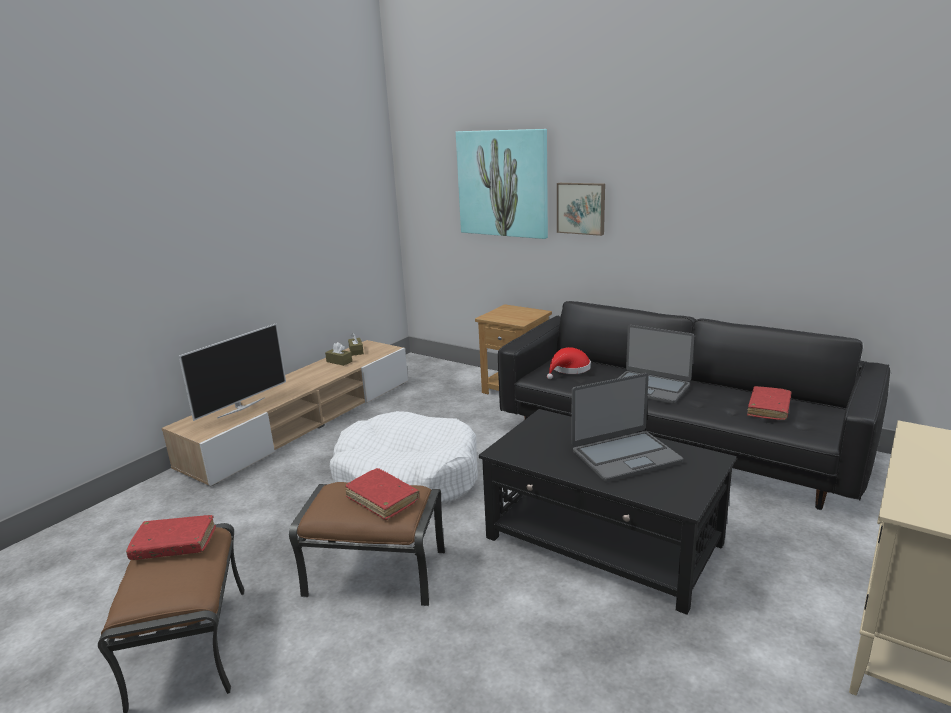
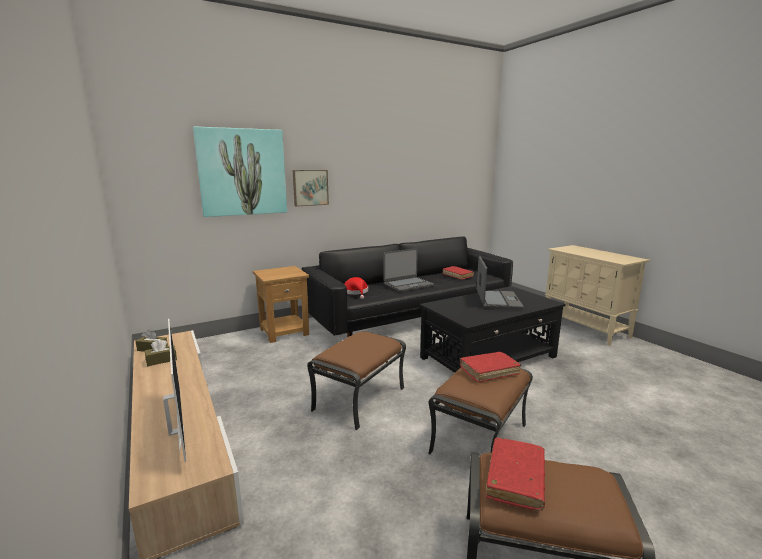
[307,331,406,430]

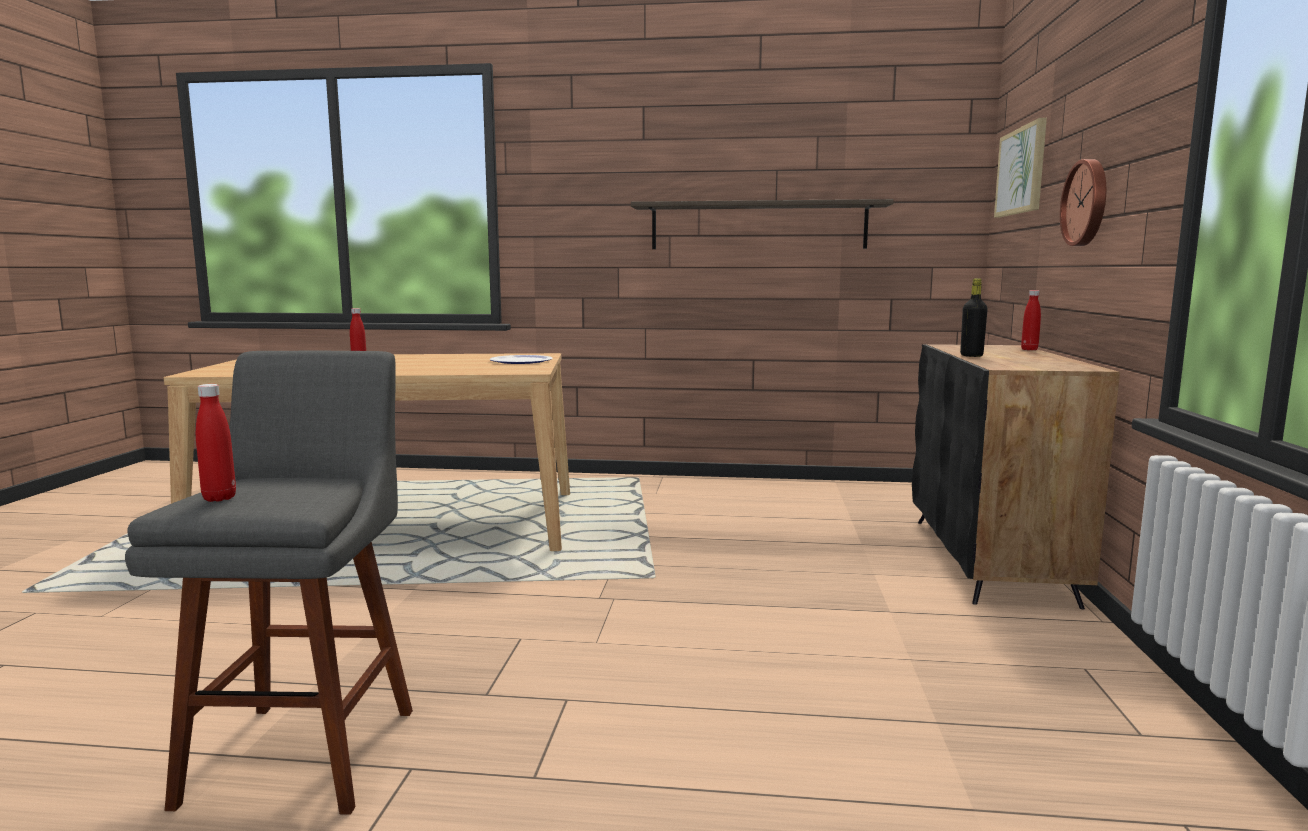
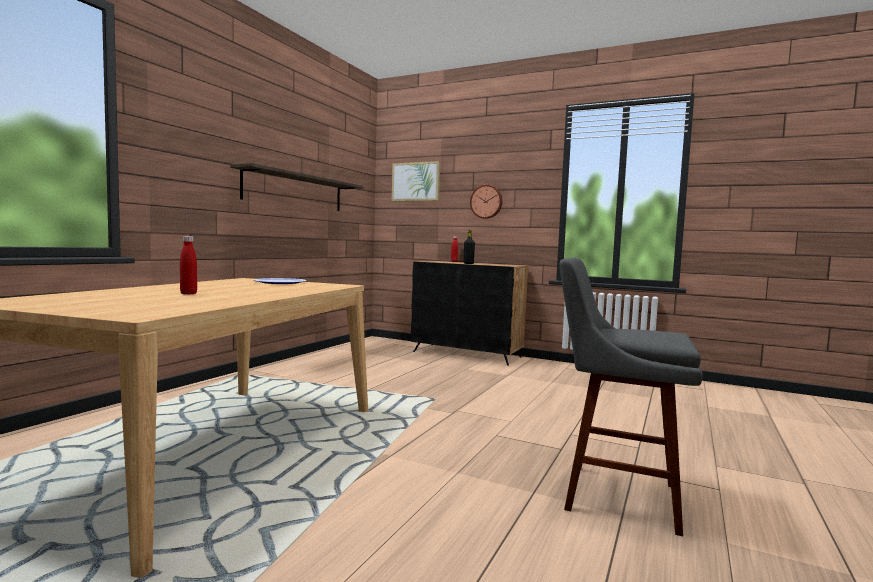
[196,384,236,502] (first image)

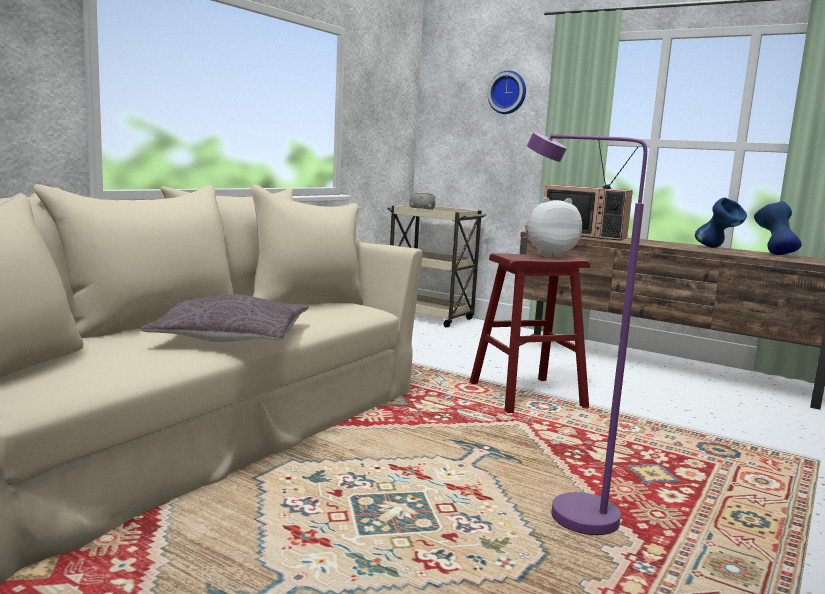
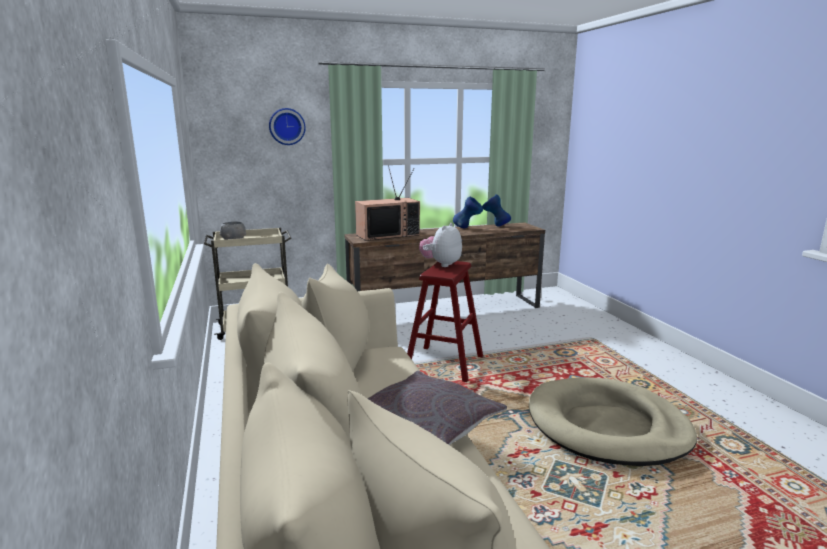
[529,377,697,466]

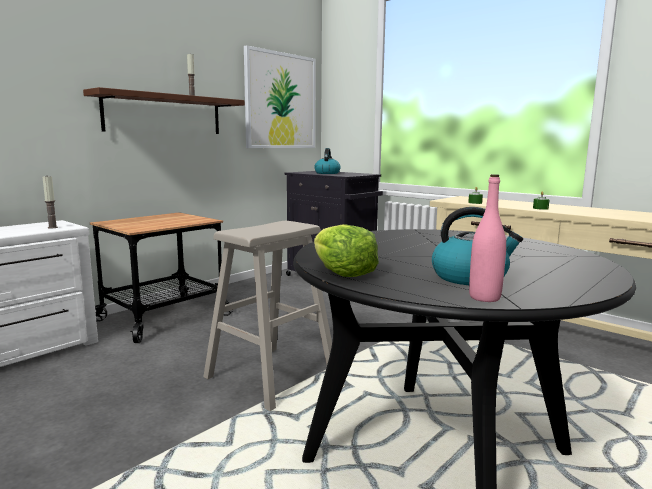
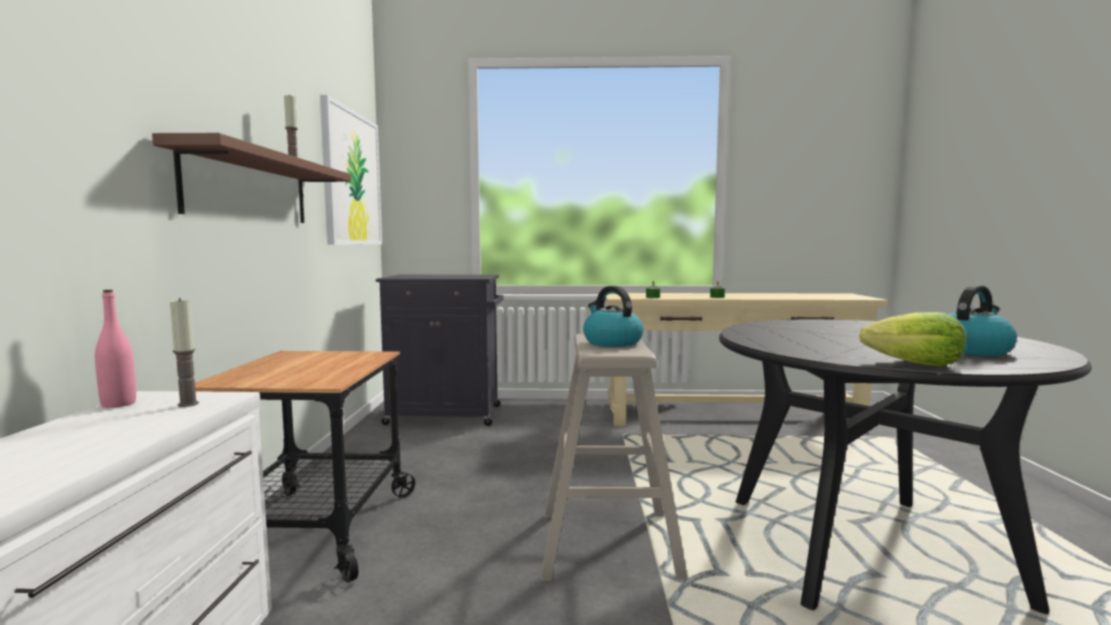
[583,286,644,347]
[95,290,136,408]

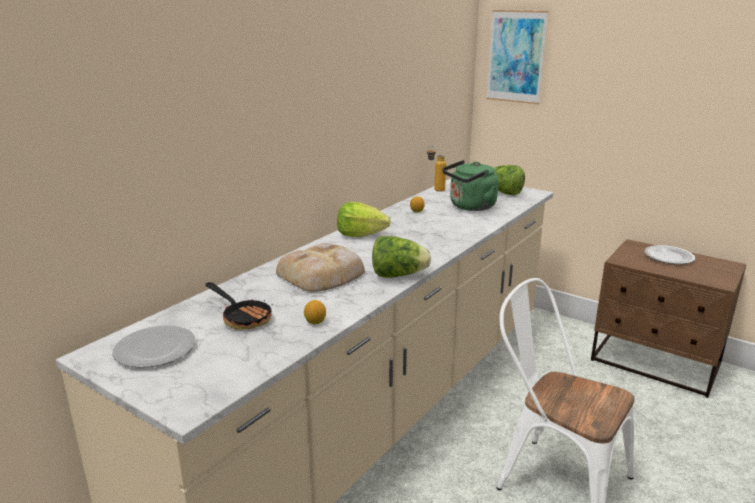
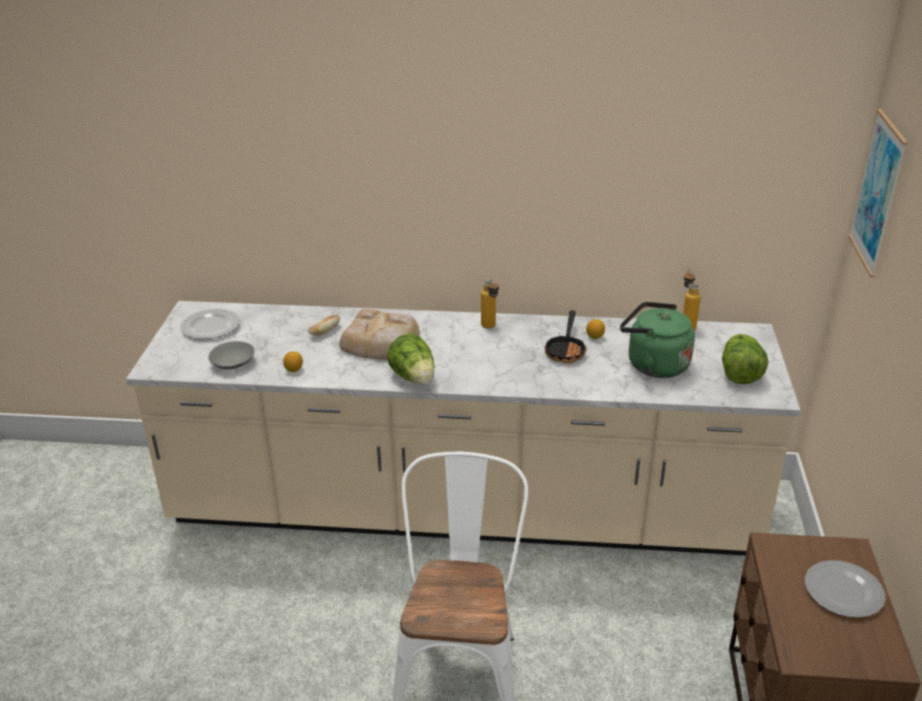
[208,341,255,369]
[308,315,340,336]
[545,310,587,364]
[481,279,499,328]

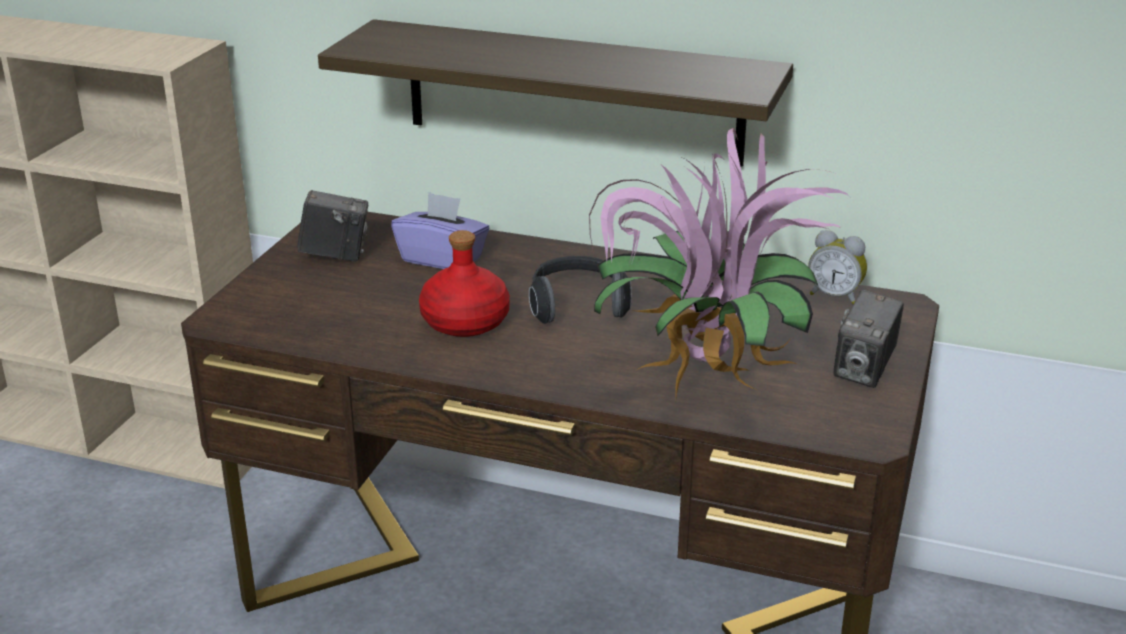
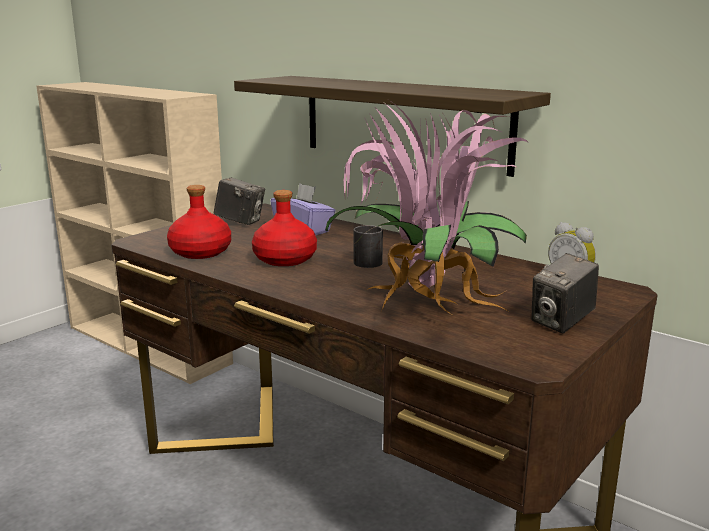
[167,185,231,259]
[354,225,383,268]

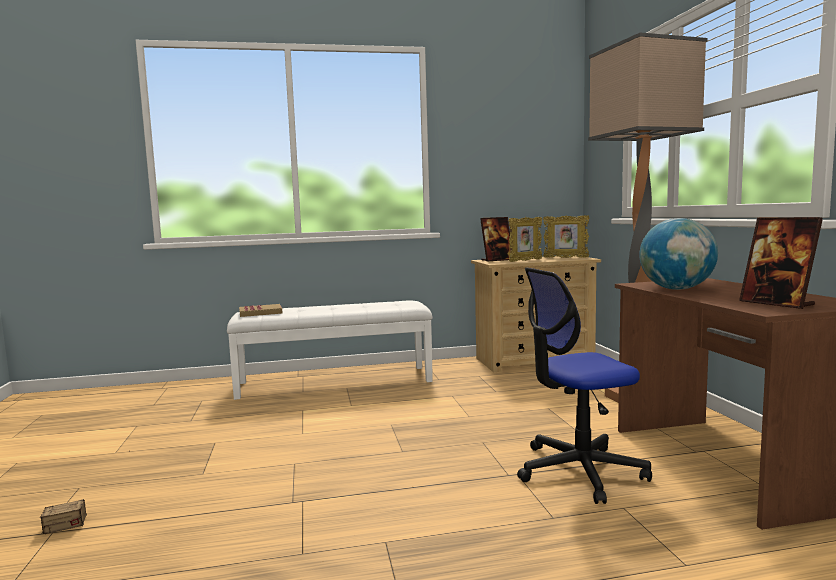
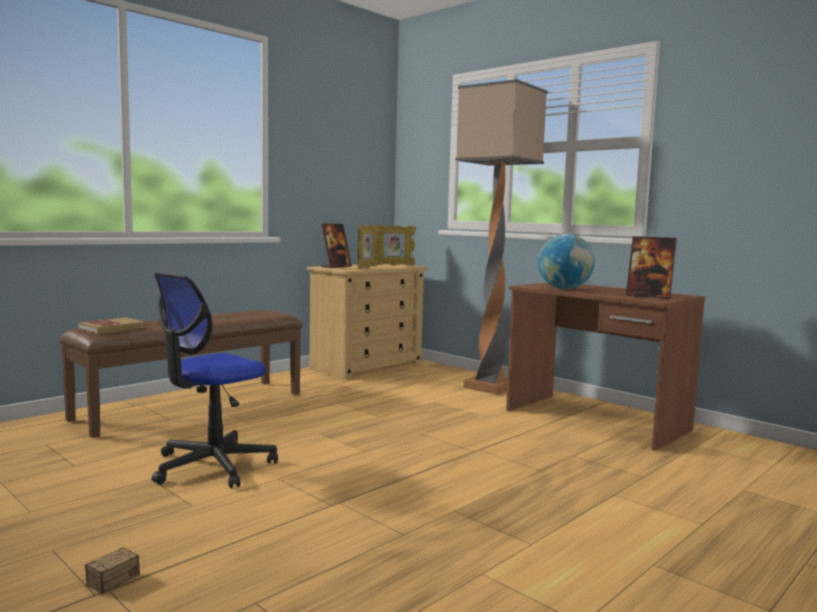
[152,271,278,488]
[59,310,303,438]

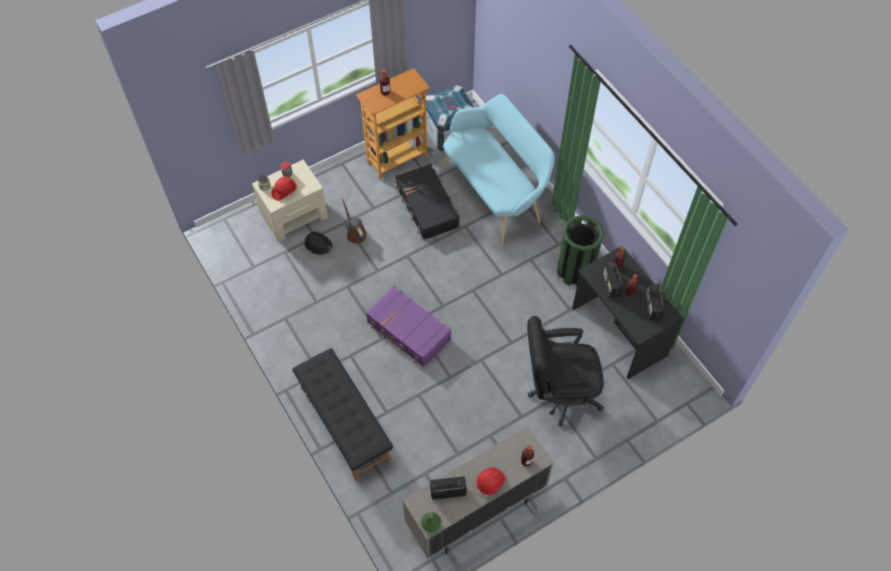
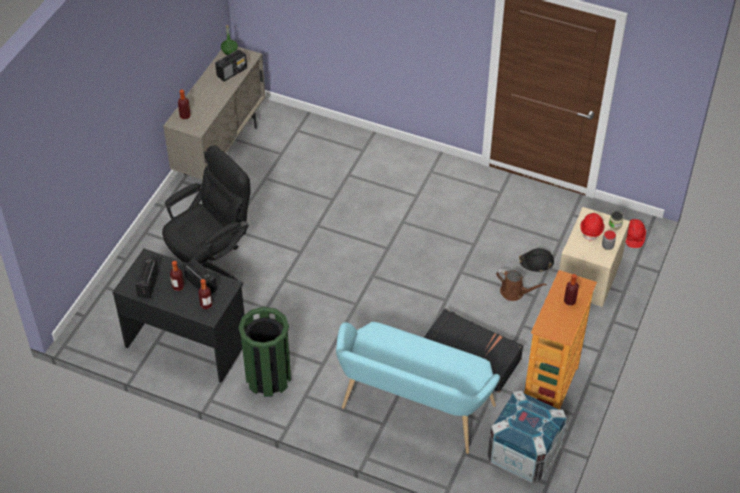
[292,348,393,481] (first image)
[366,286,451,367] (first image)
[626,219,646,248]
[135,258,159,299]

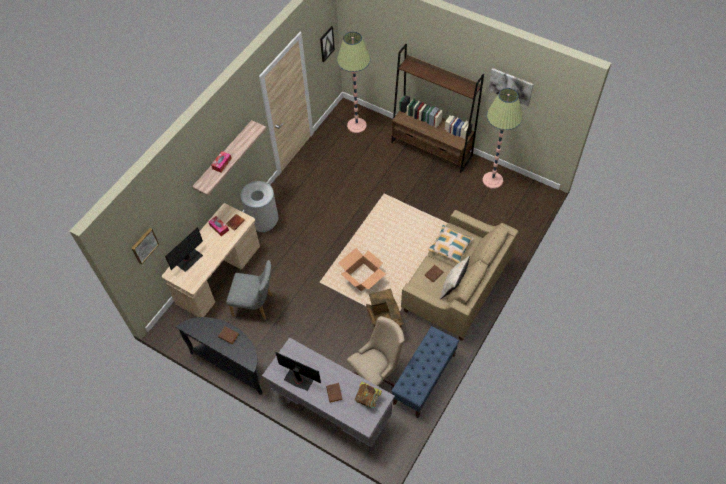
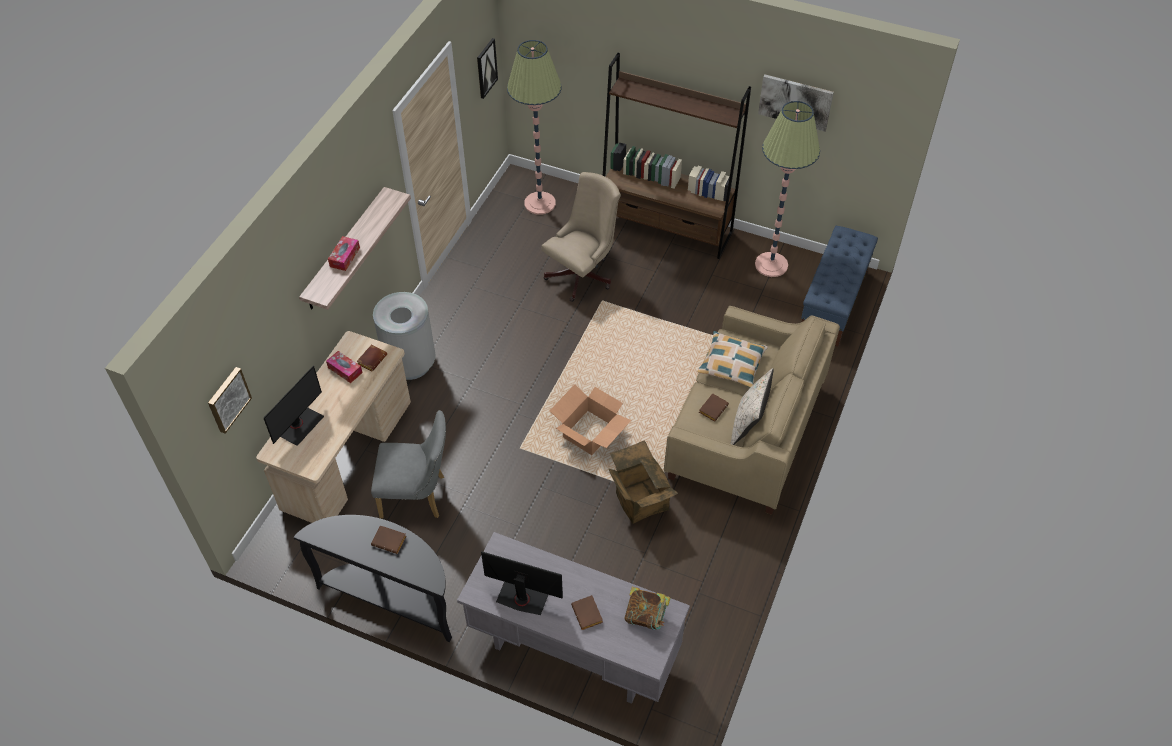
[542,172,621,302]
[801,226,878,347]

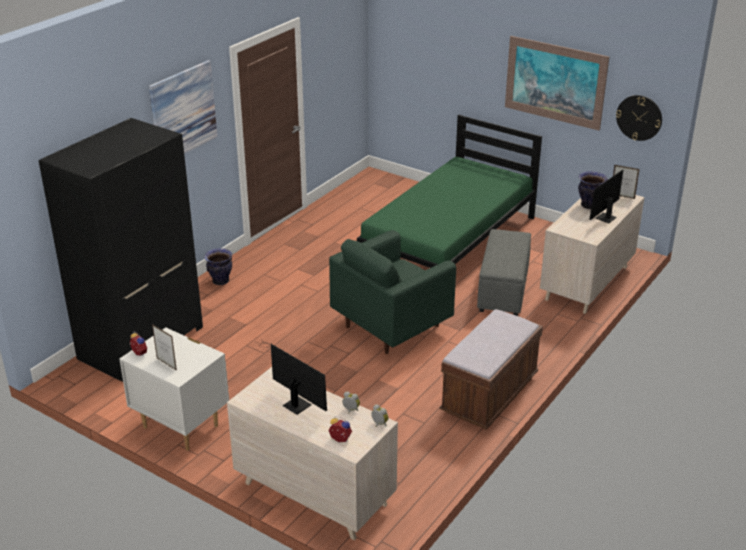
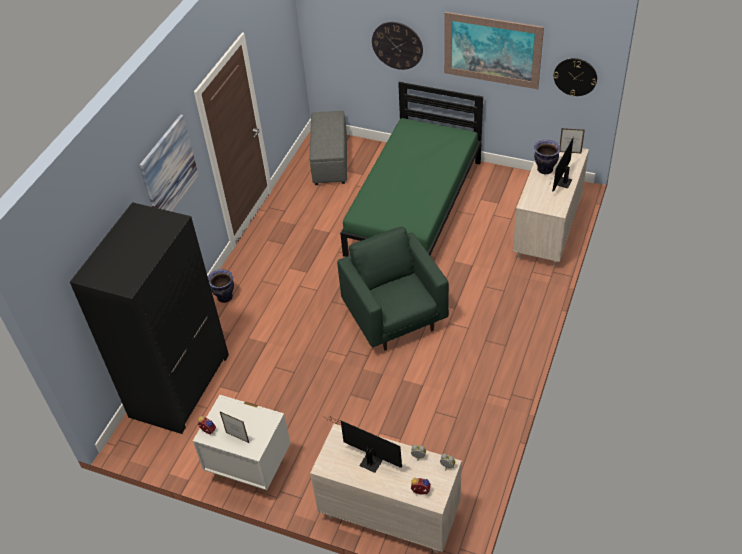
[440,309,543,430] (first image)
[372,22,423,70]
[310,111,347,185]
[337,227,449,351]

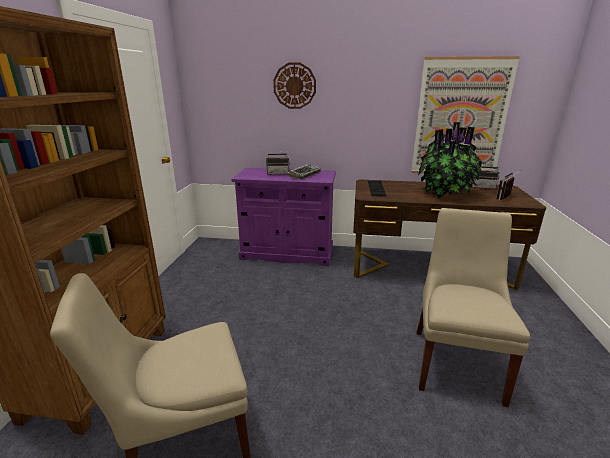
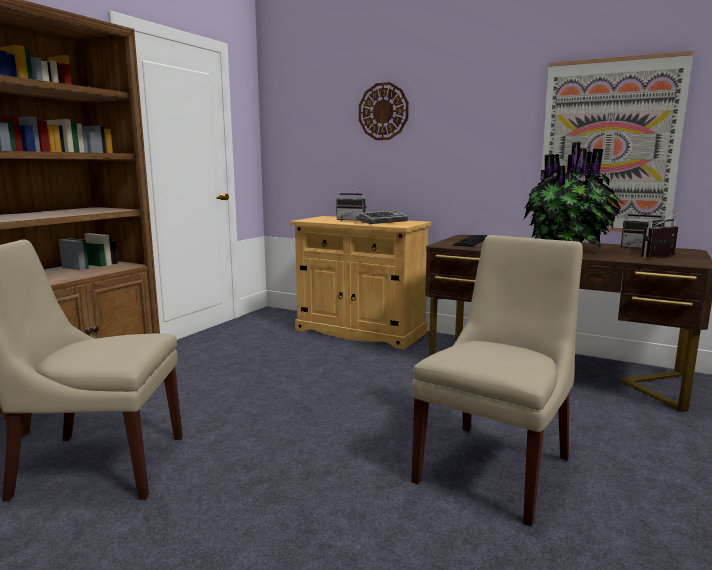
[290,216,431,350]

